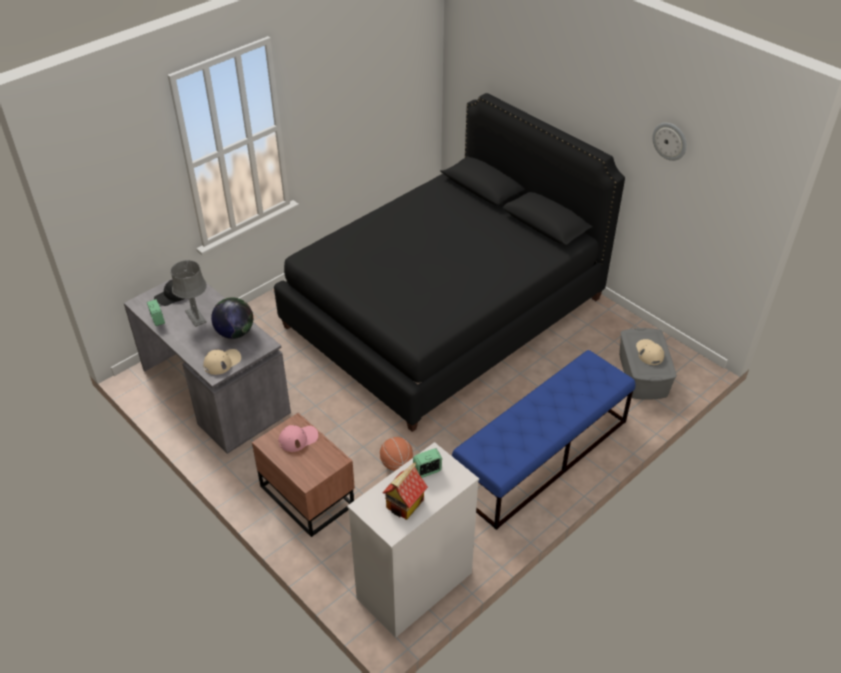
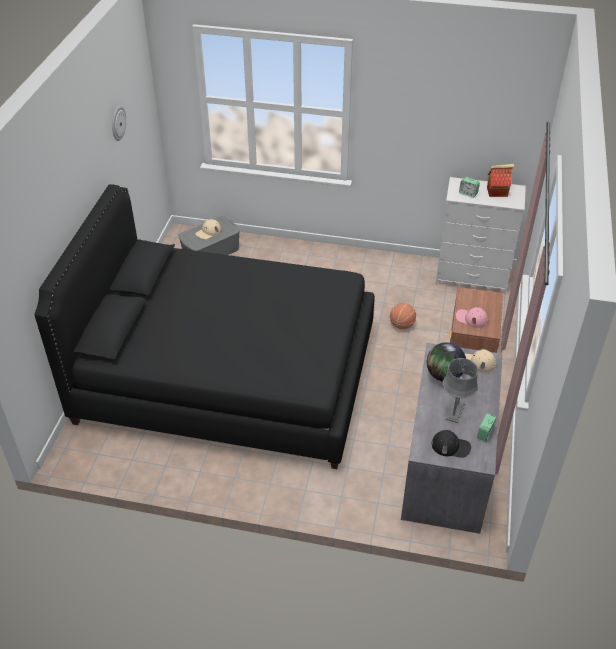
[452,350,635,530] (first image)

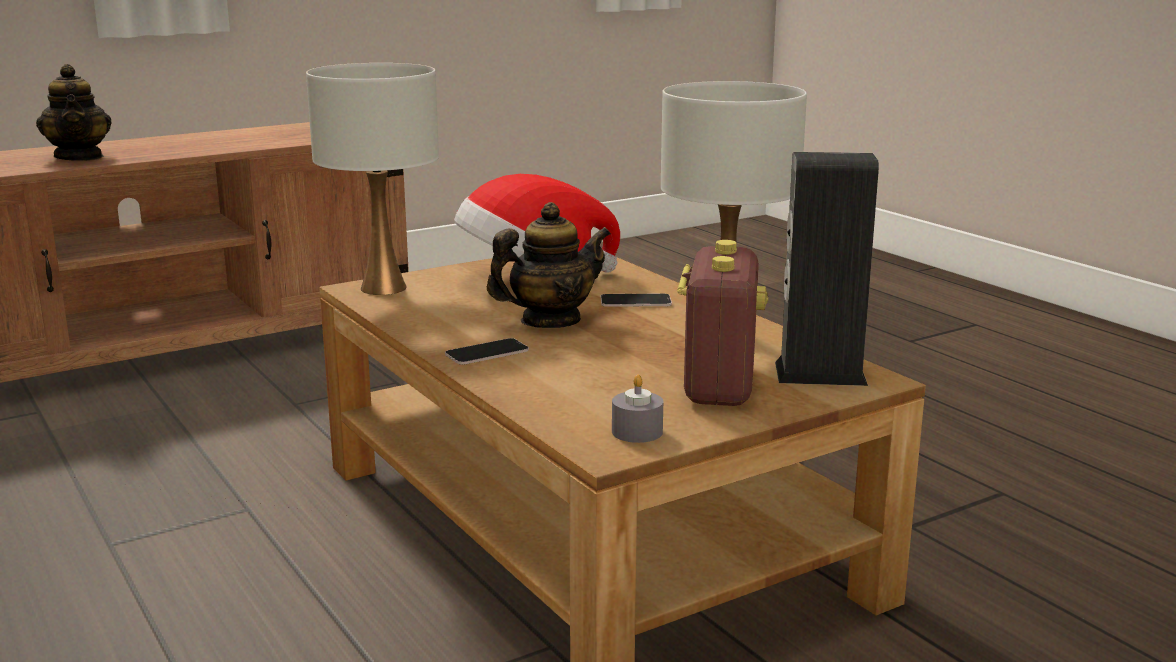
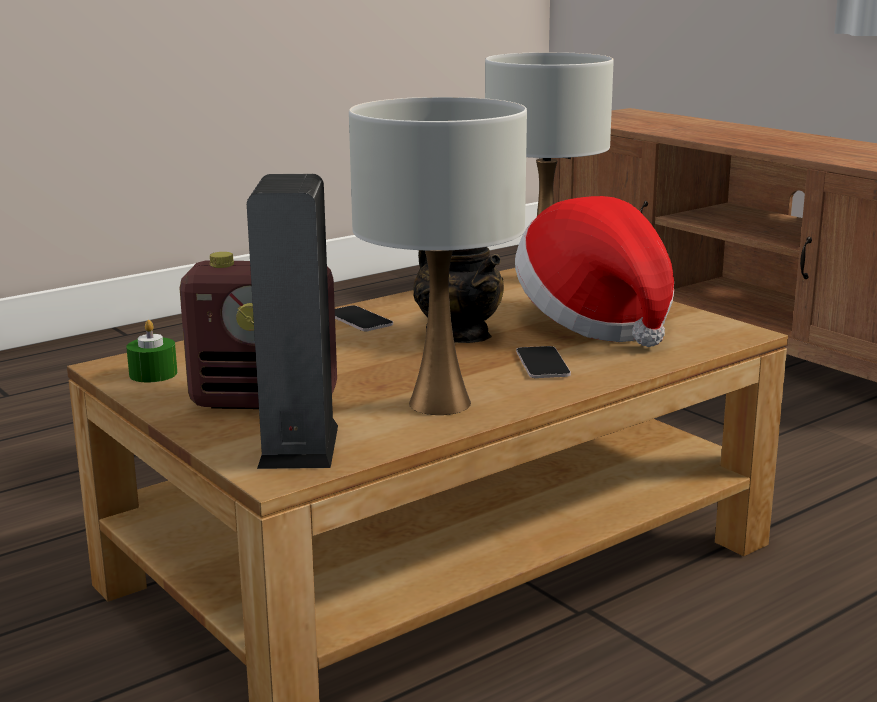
[36,64,112,161] (first image)
[126,320,177,382]

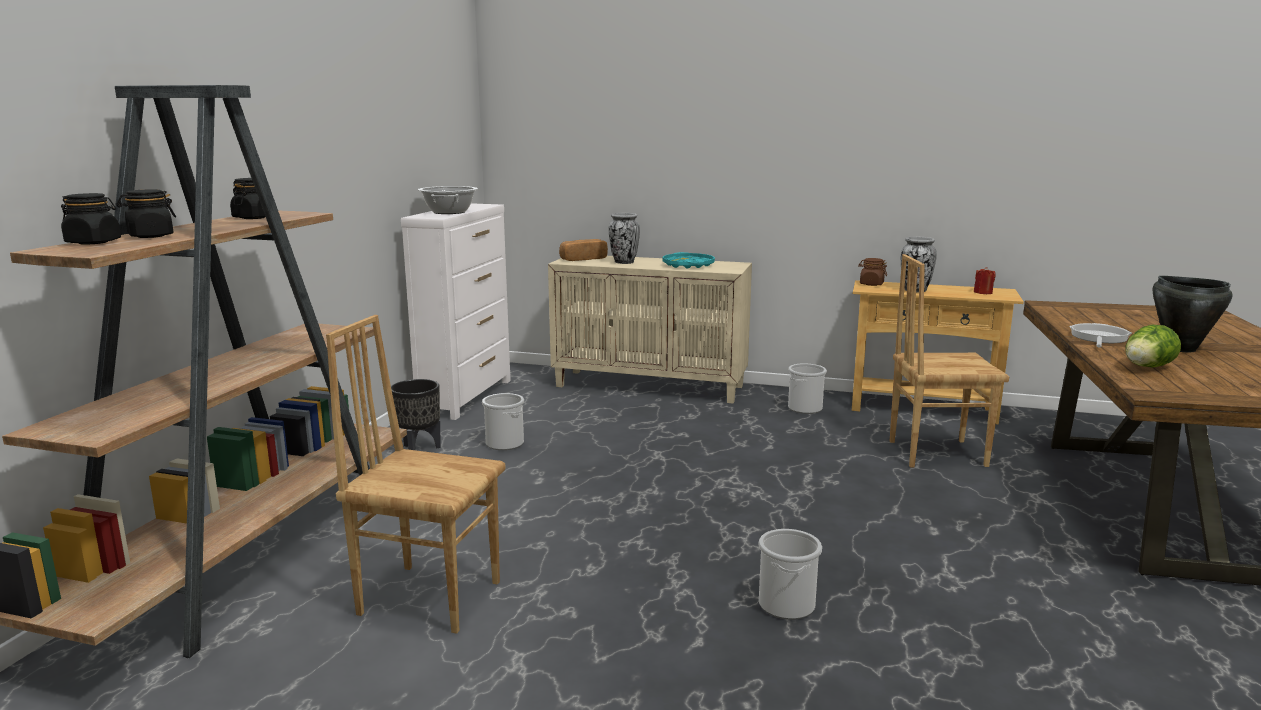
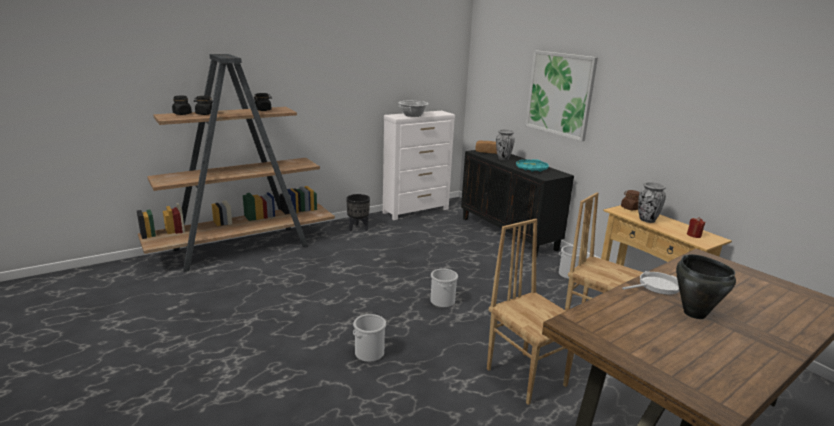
[1126,325,1181,368] (first image)
[525,50,598,141]
[487,219,574,405]
[431,269,458,308]
[461,150,574,257]

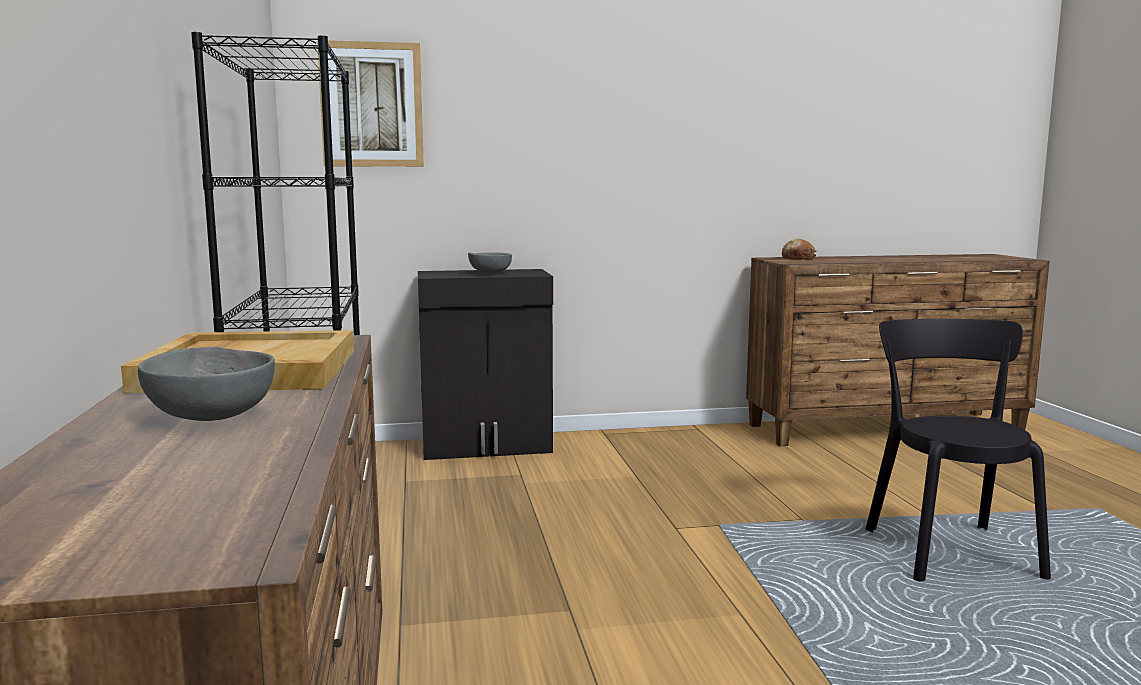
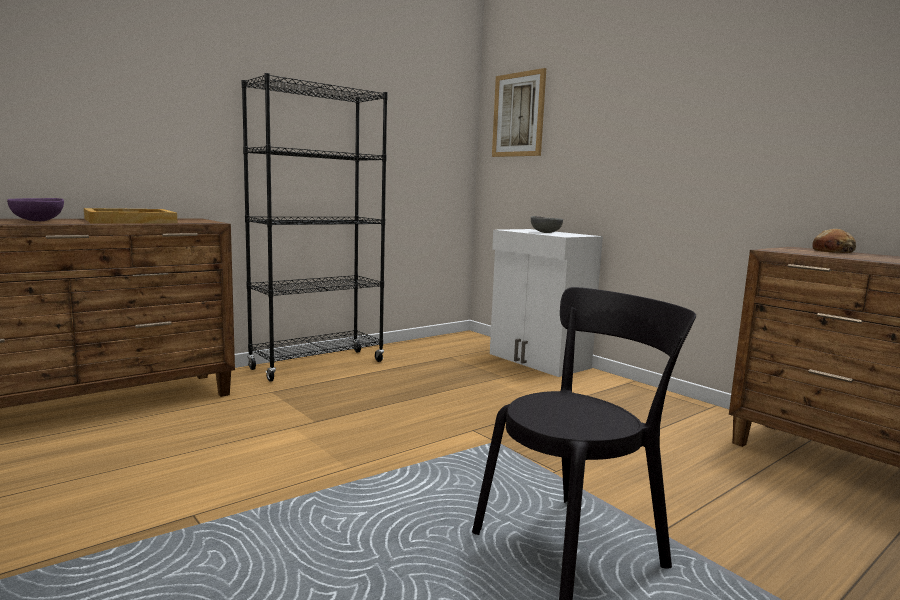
[7,198,64,221]
[490,229,603,377]

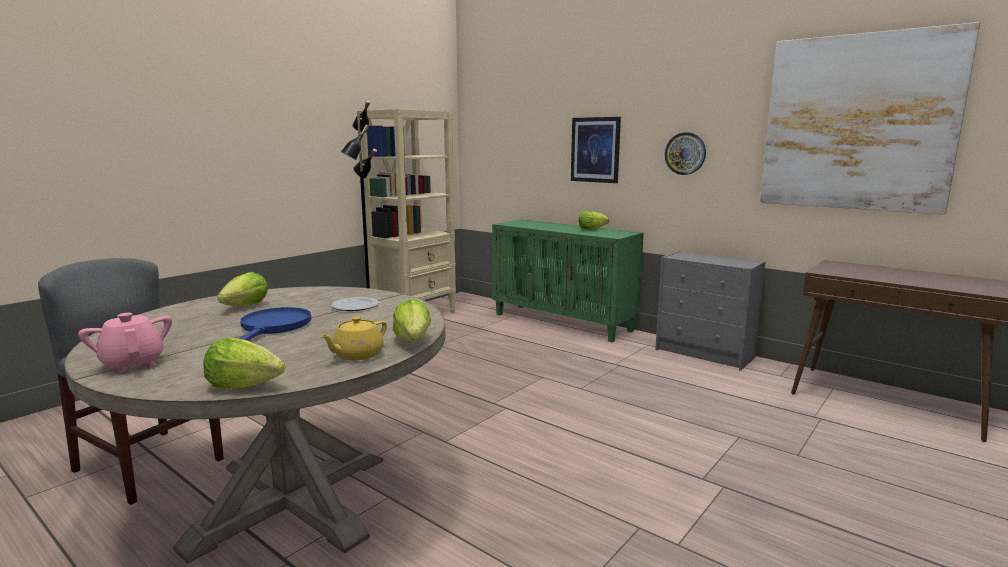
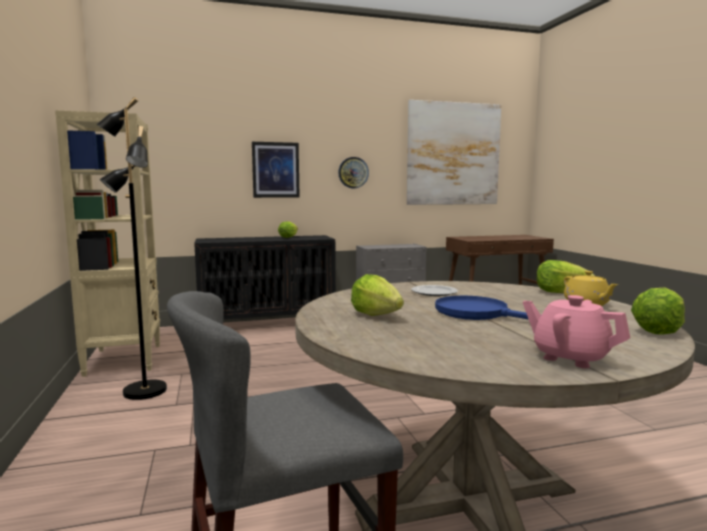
[194,235,336,319]
[523,295,630,368]

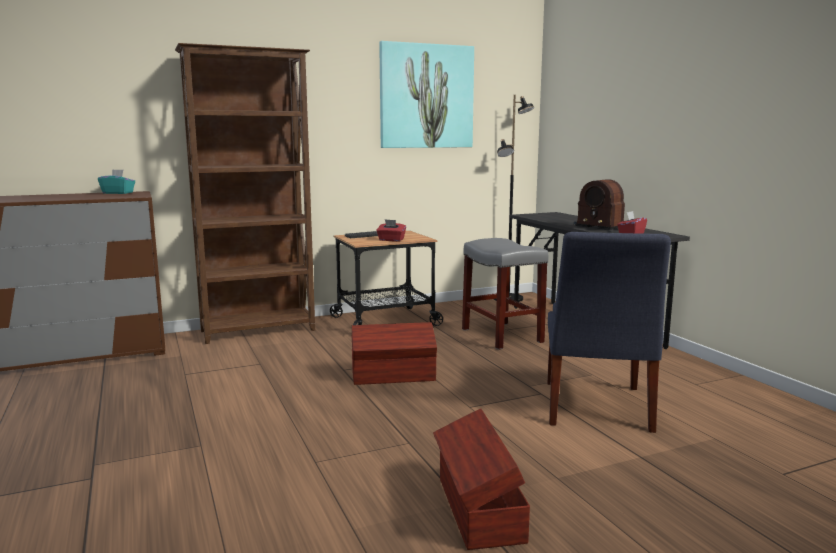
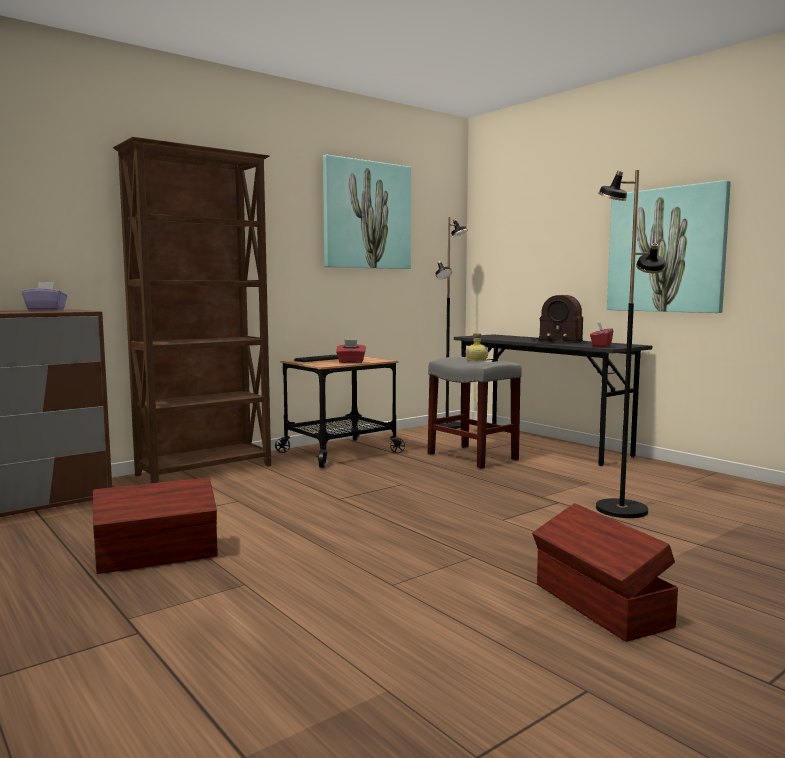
[466,333,488,361]
[607,180,731,313]
[93,478,217,574]
[596,170,665,518]
[22,282,67,310]

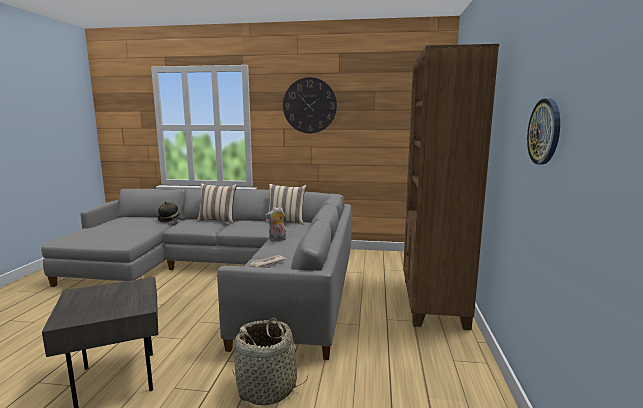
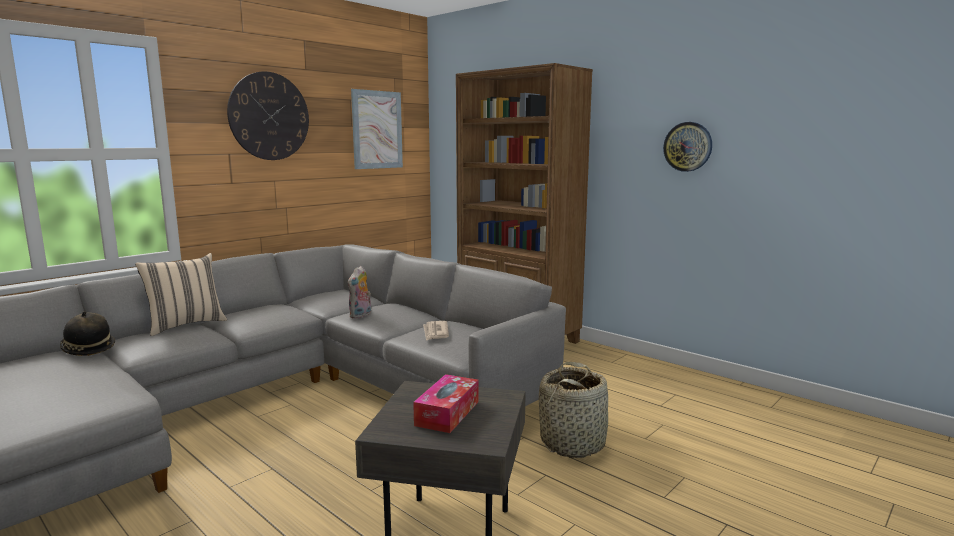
[265,184,307,225] (first image)
[351,89,403,169]
[413,374,479,433]

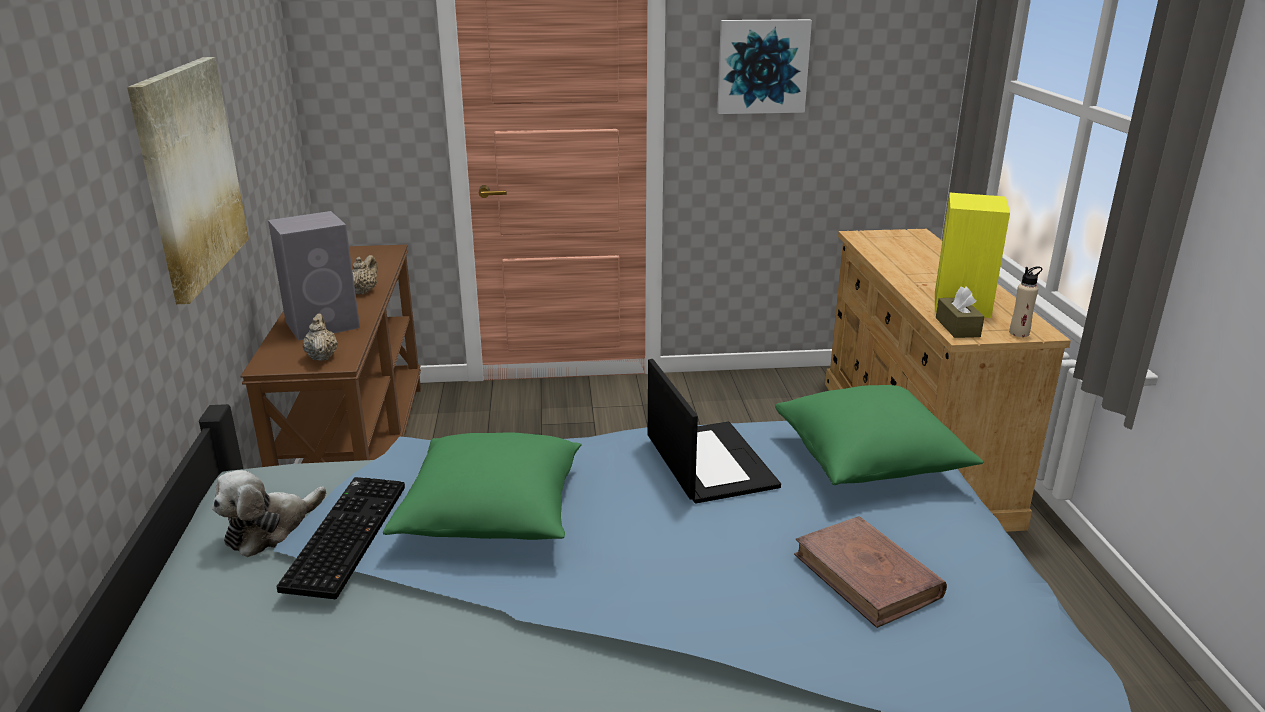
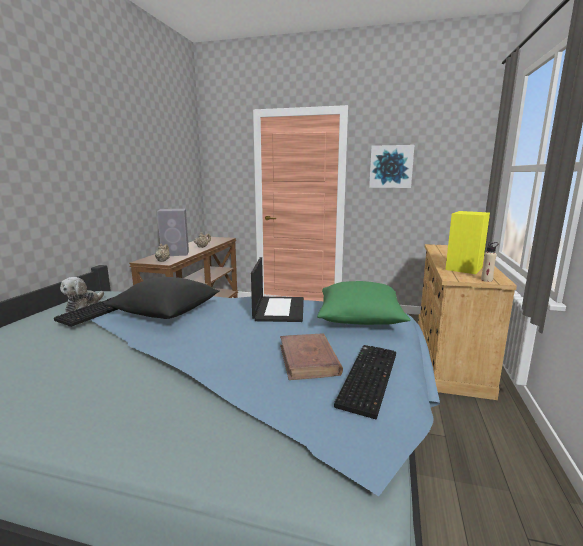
[127,57,249,304] (first image)
[936,286,984,338] (first image)
[334,345,396,419]
[104,277,220,319]
[60,277,104,312]

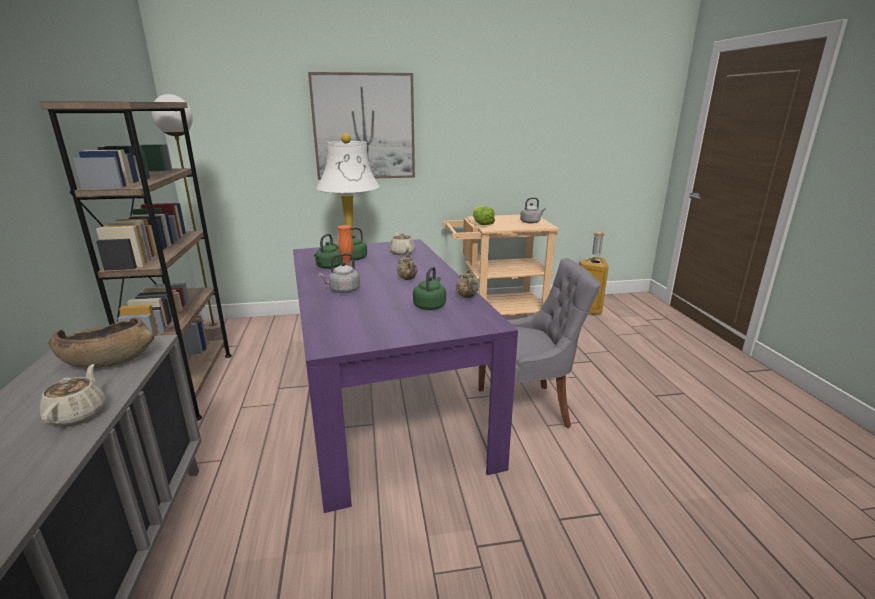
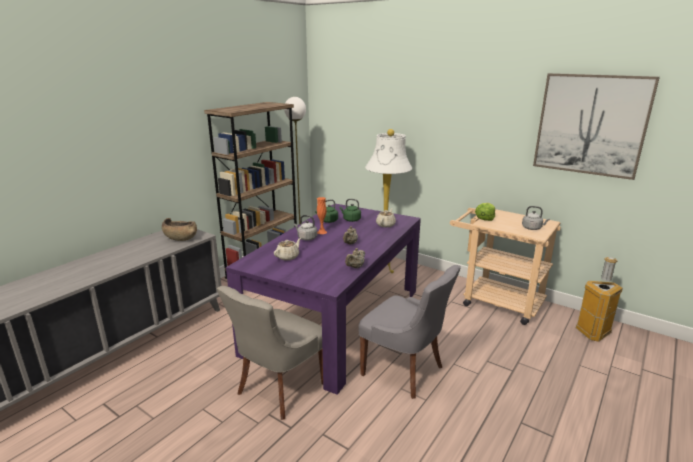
[413,266,446,310] (first image)
[217,286,323,420]
[274,238,301,261]
[533,73,660,180]

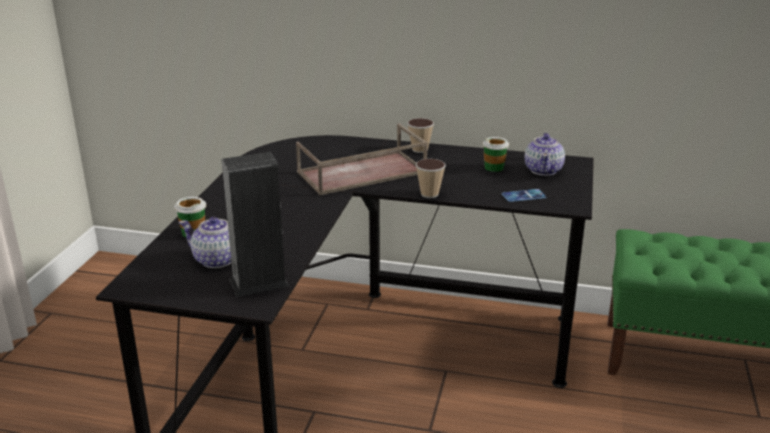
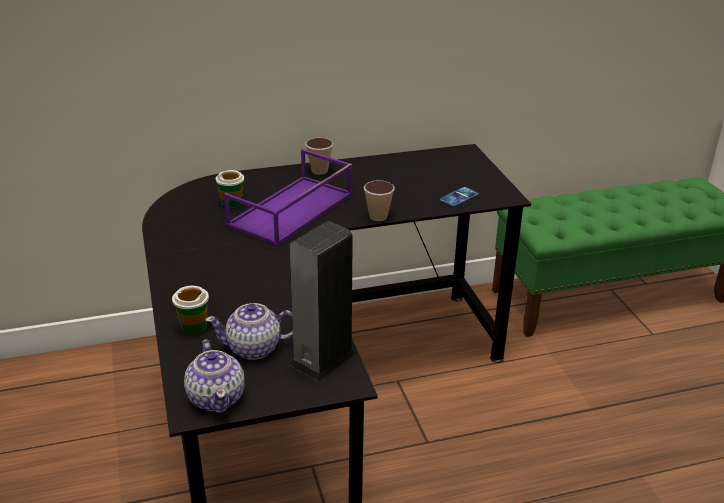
[216,170,244,208]
[184,339,245,413]
[224,149,352,246]

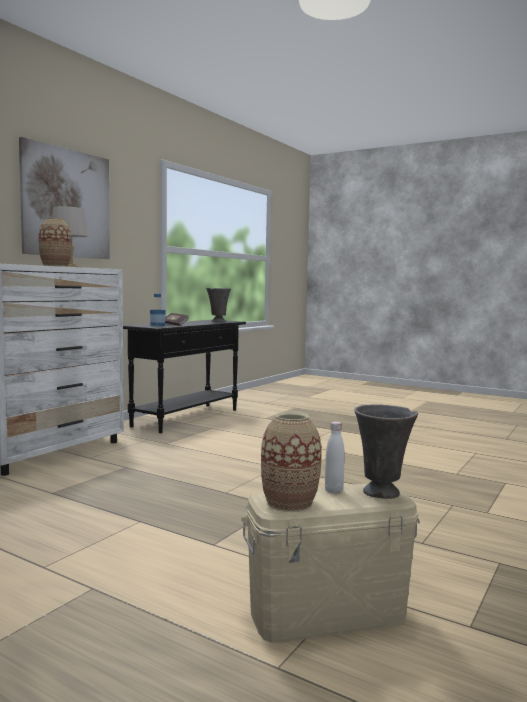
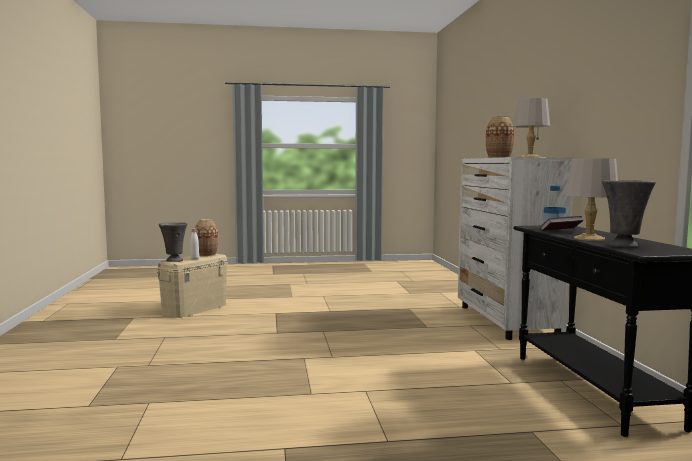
[19,137,110,259] (first image)
[565,159,618,241]

